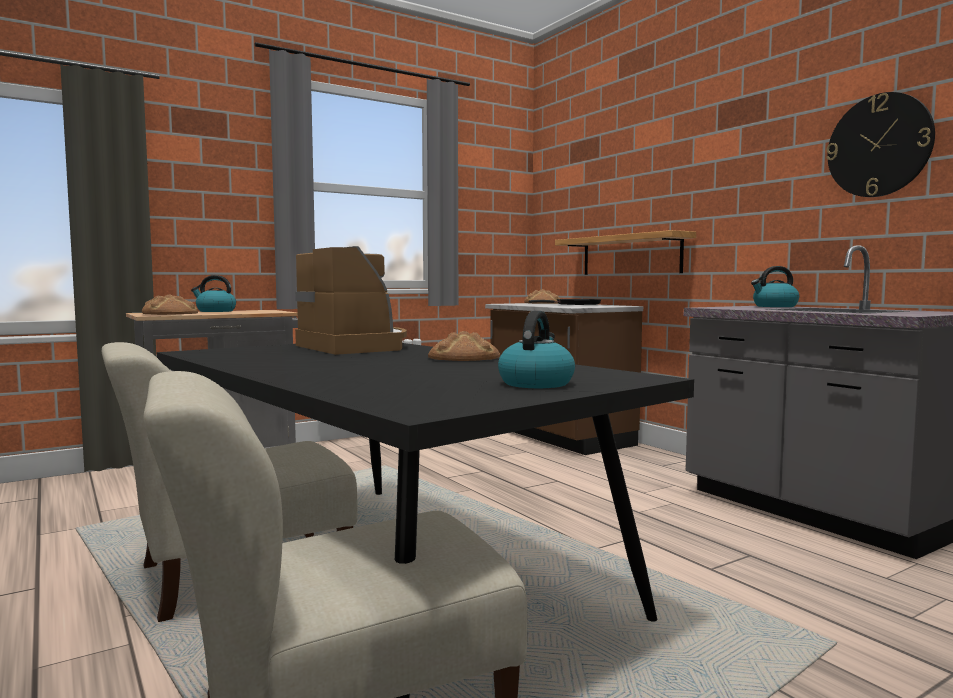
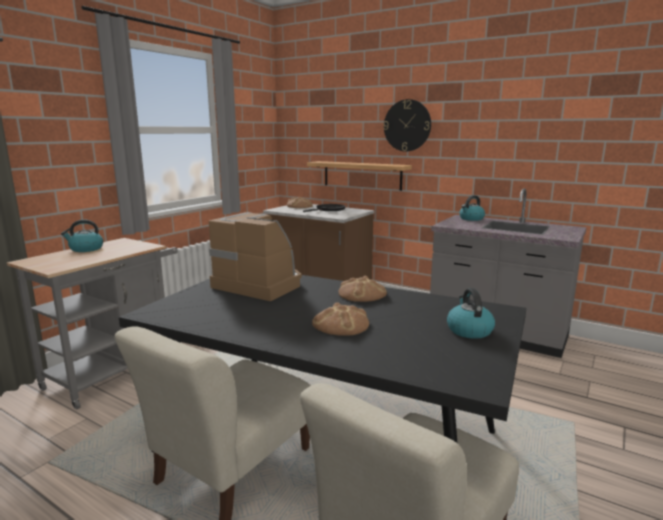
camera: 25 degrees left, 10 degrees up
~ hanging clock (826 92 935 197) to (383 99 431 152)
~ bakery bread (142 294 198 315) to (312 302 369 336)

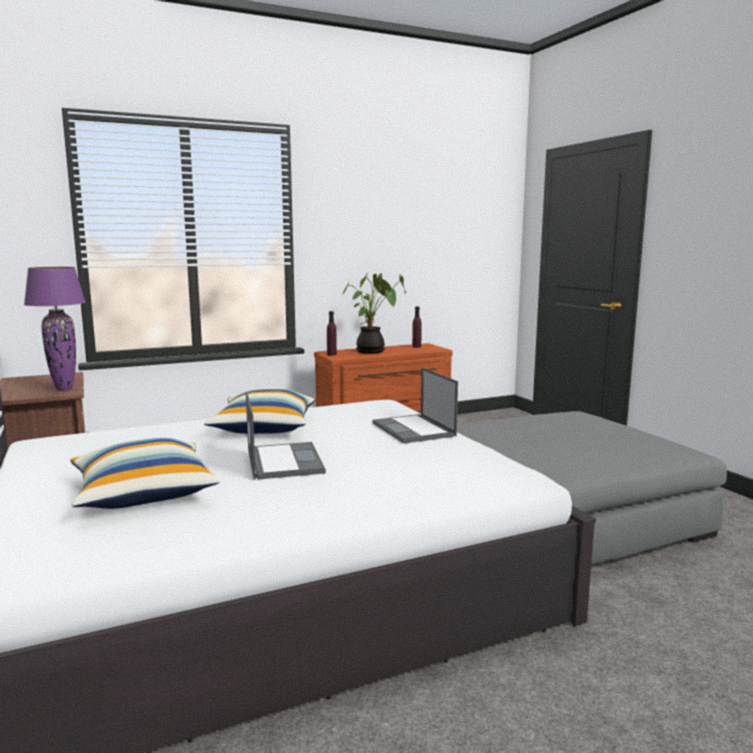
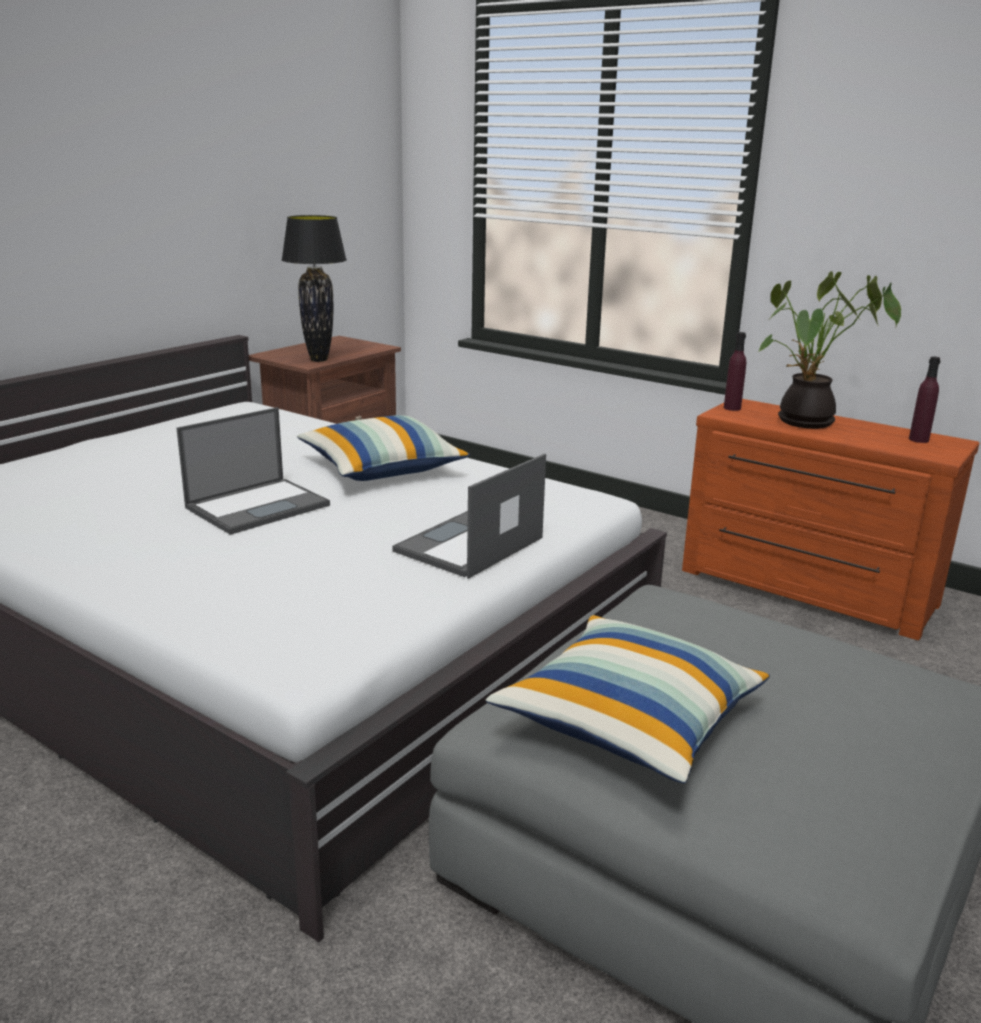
camera: 60 degrees right, 10 degrees up
~ table lamp in purple (24 267 86 391) to table lamp in black-coloured (281 215 347 362)
~ throw pillow (70 437 219 509) to (486 615 770 783)

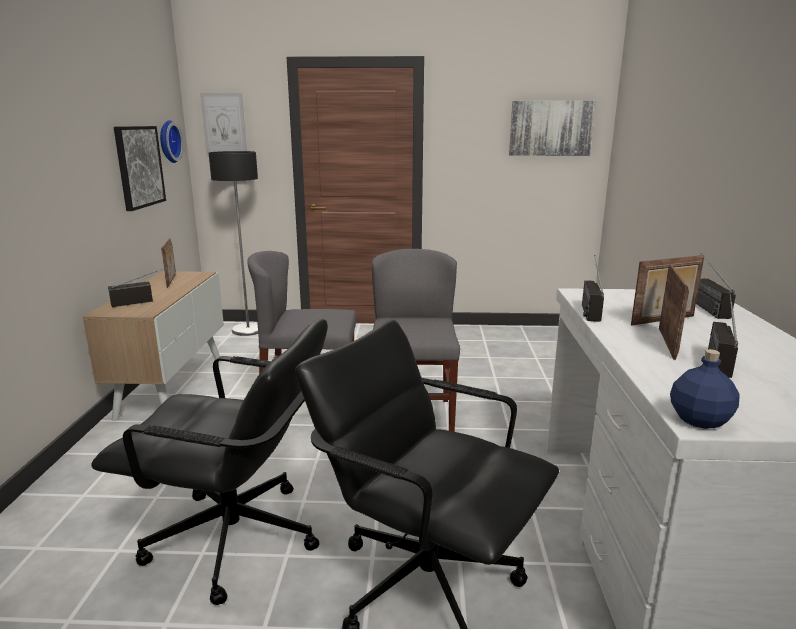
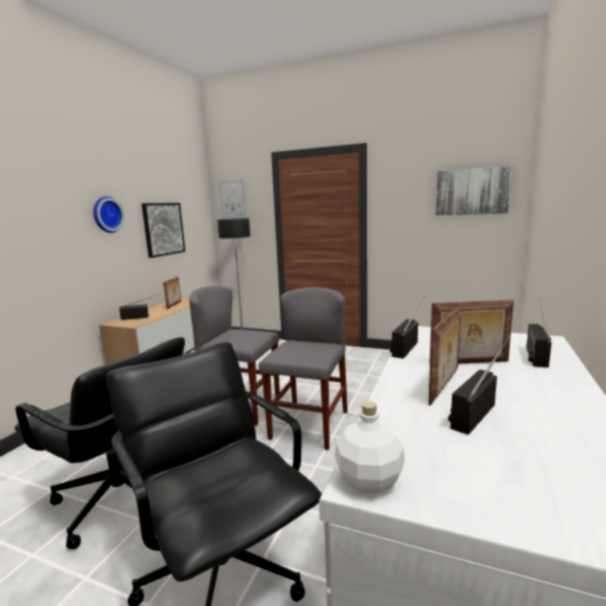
camera: 20 degrees right, 5 degrees down
~ hanging clock (160 120 183 163) to (93 196 124 233)
~ drink bottle in bluish (670 349 740 429) to drink bottle in whitish (335 401 405 493)

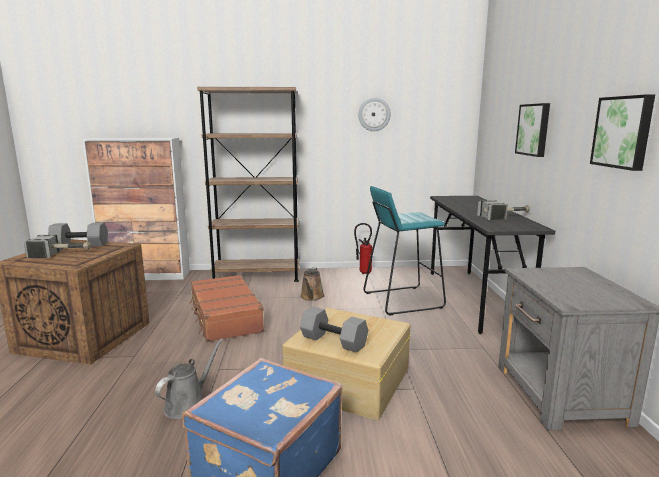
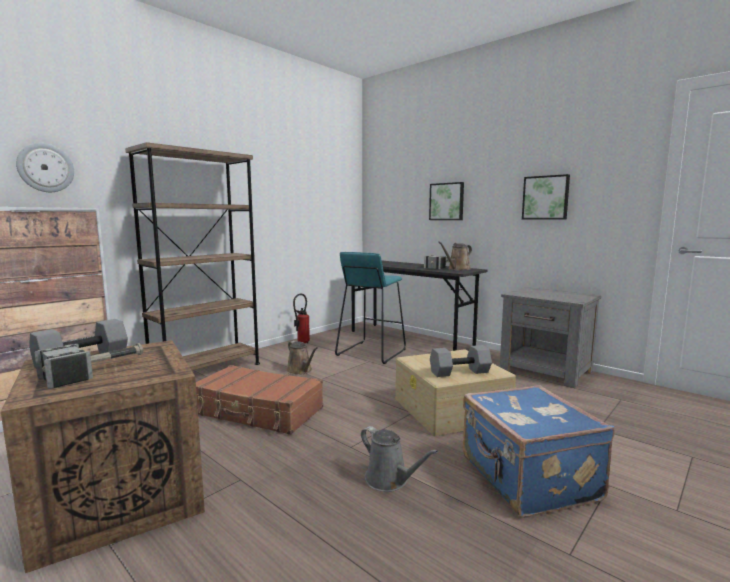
camera: 45 degrees left, 5 degrees down
~ hanging clock (358 98 391 131) to (16 143 74 192)
~ watering can in grey (155 339 223 419) = (361 426 438 492) 150 degrees clockwise
+ watering can in brown (438 241 472 270)

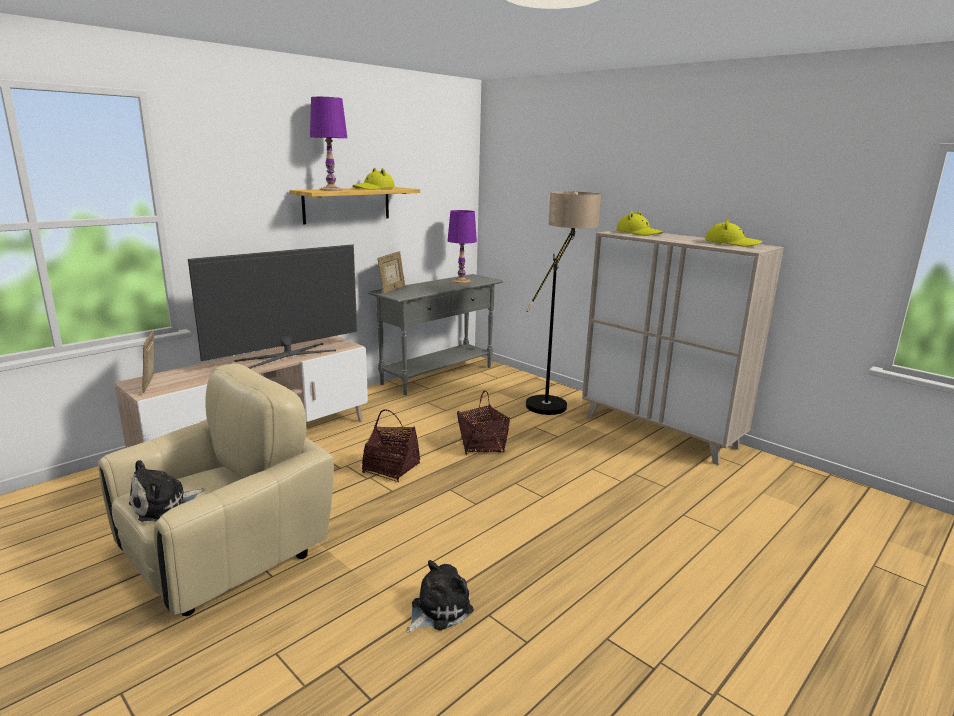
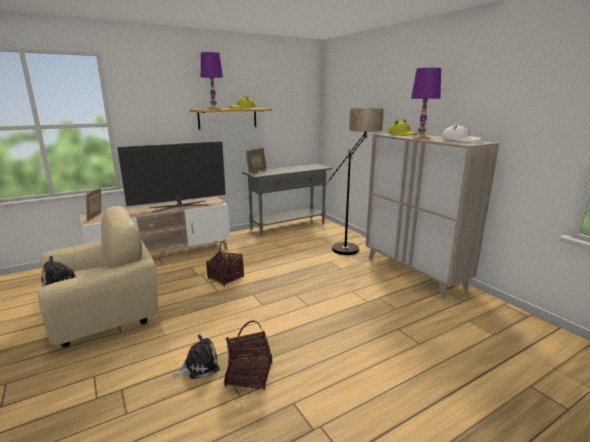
camera: 15 degrees right, 0 degrees up
~ table lamp in purple (448 210 477 283) to (411 68 441 139)
~ clothing hat in yellowish (705 218 763 247) to clothing hat in whitish (442 123 482 142)
~ household basket (457 390 510 455) to (224 320 272 390)

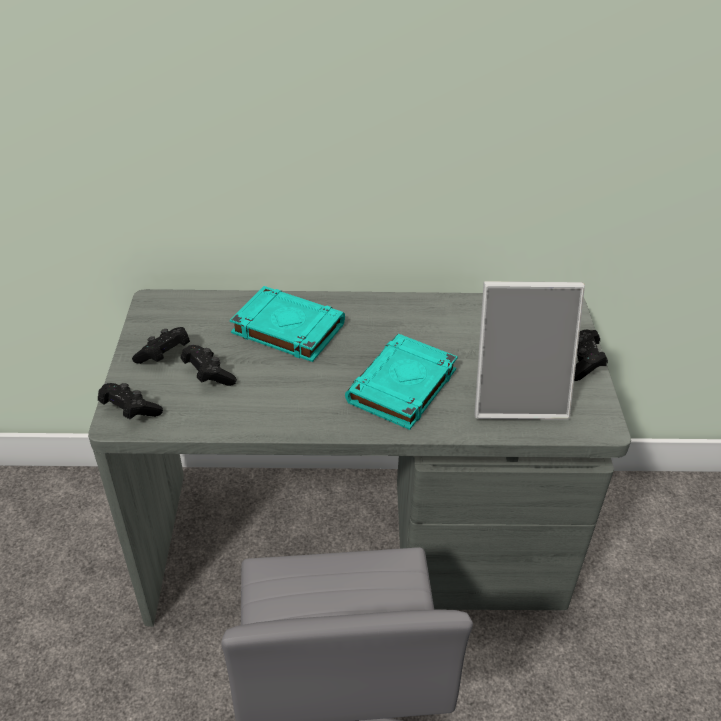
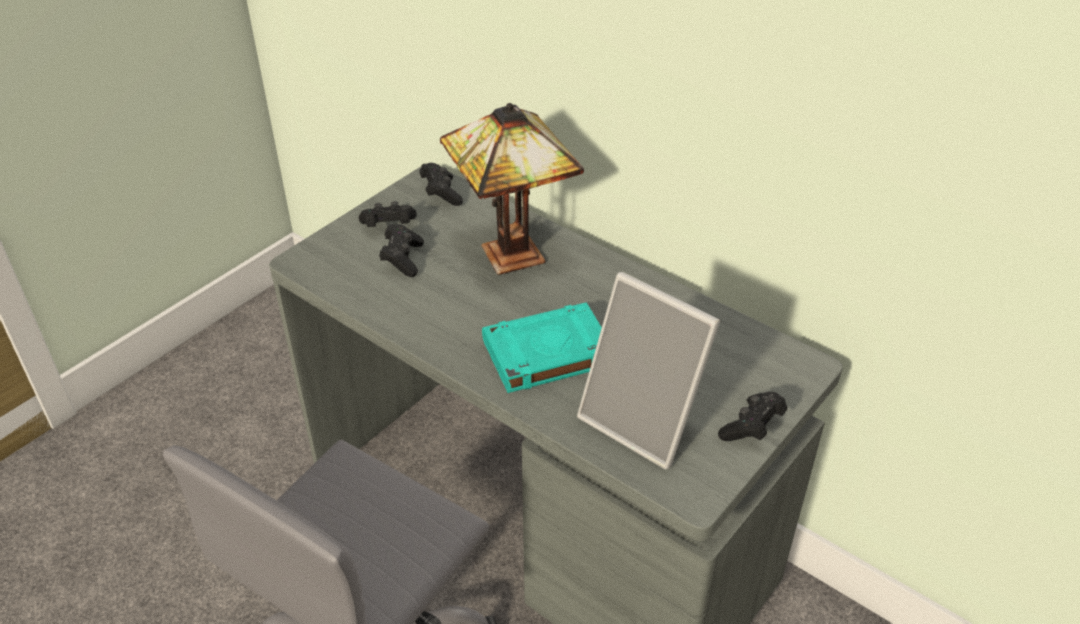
camera: 40 degrees right, 0 degrees up
~ book in blue-green (230 286 345 362) to table lamp (440 103 584 275)
~ game controller in black-coloured (98 383 163 419) to (419 163 463 206)

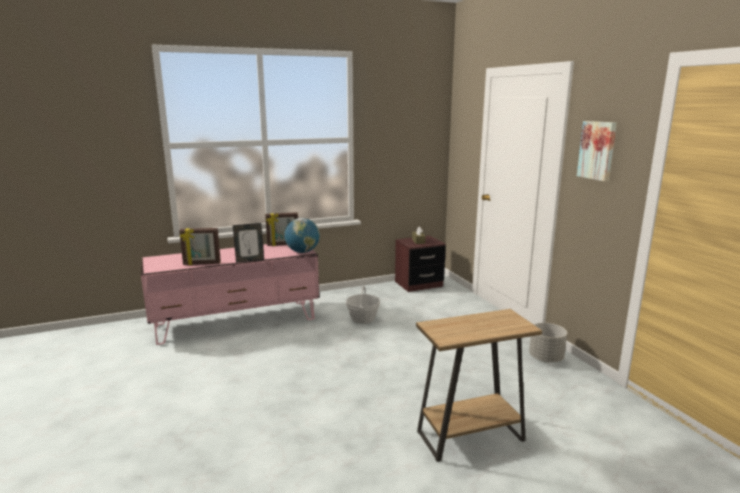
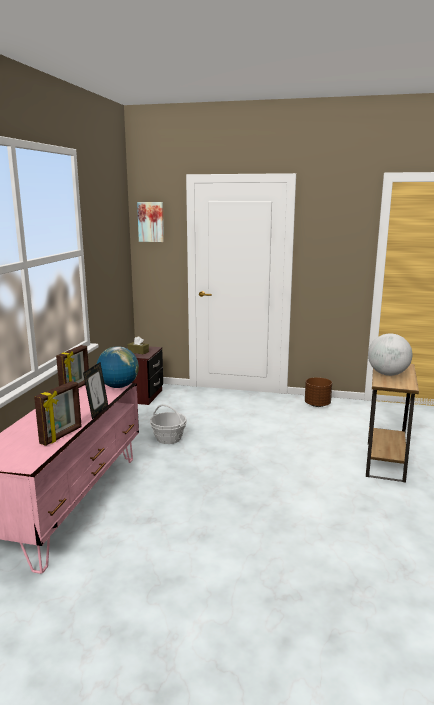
camera: 55 degrees left, 0 degrees up
~ picture (577 121 617 181) to (137 202 164 242)
~ flower pot in grey (529 323 567 363) to flower pot in brown (305 377 332 407)
+ world globe (368 333 412 376)

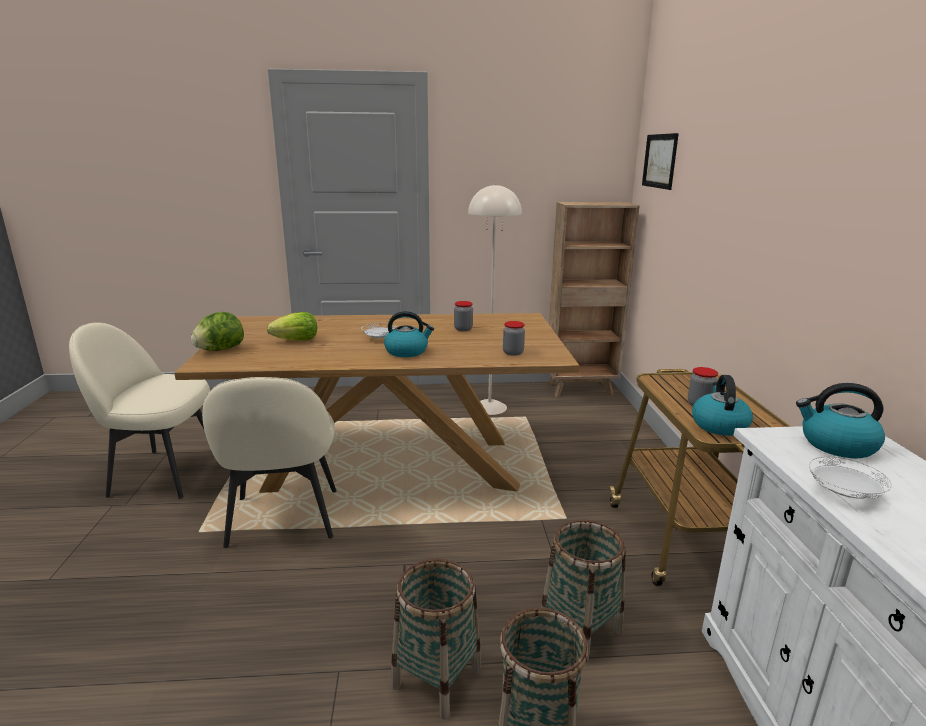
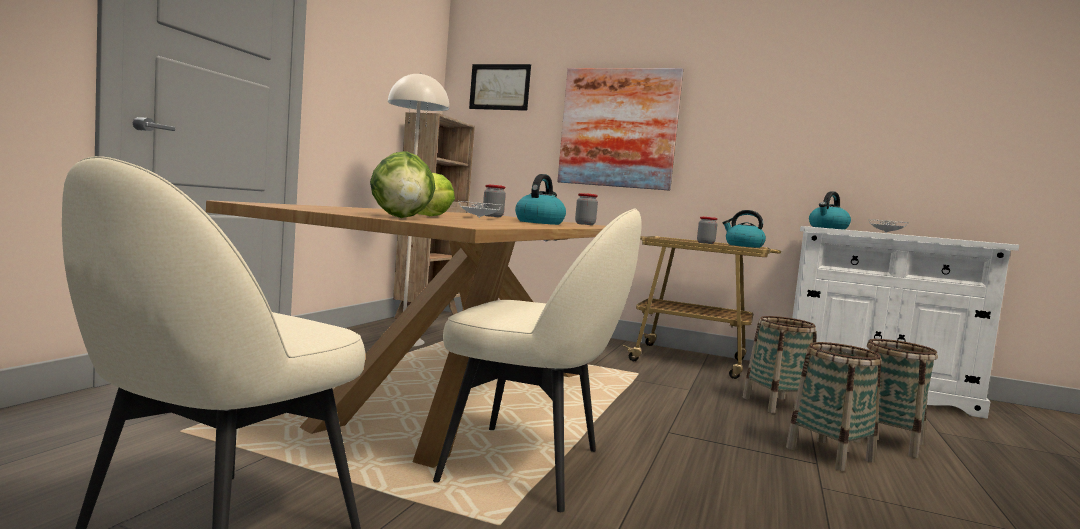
camera: 65 degrees left, 15 degrees down
+ picture (557 68 683 191)

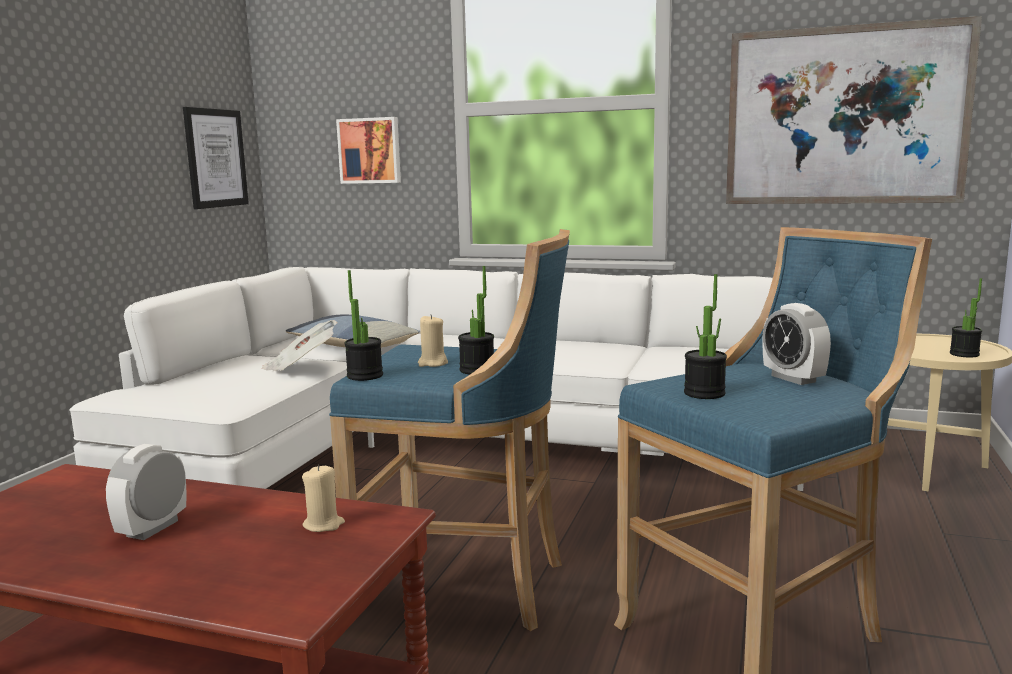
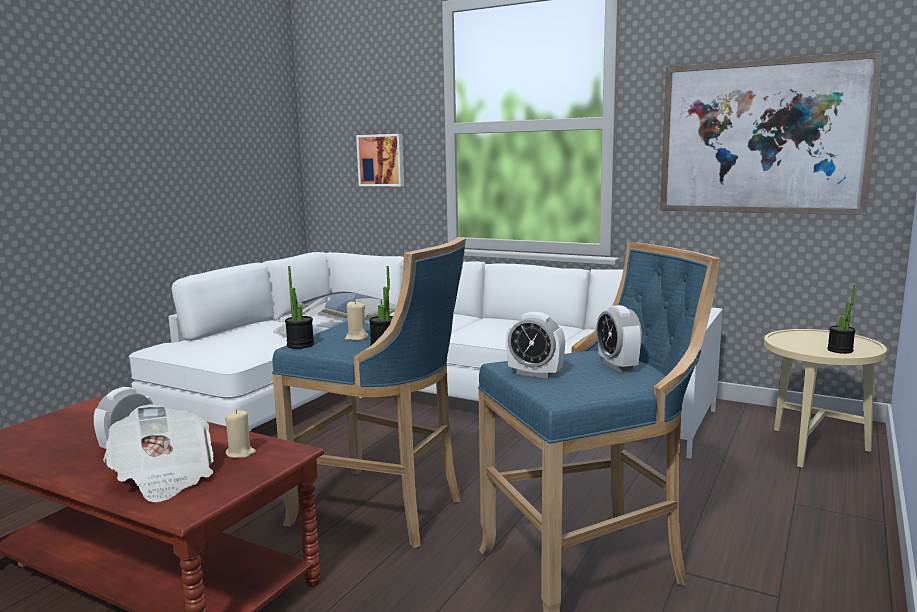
camera: 10 degrees right, 0 degrees up
- picture (183 107 249 209)
~ potted plant (684 274 727 399) to table clock (506 312 565 379)
+ printed paper (103 404 214 503)

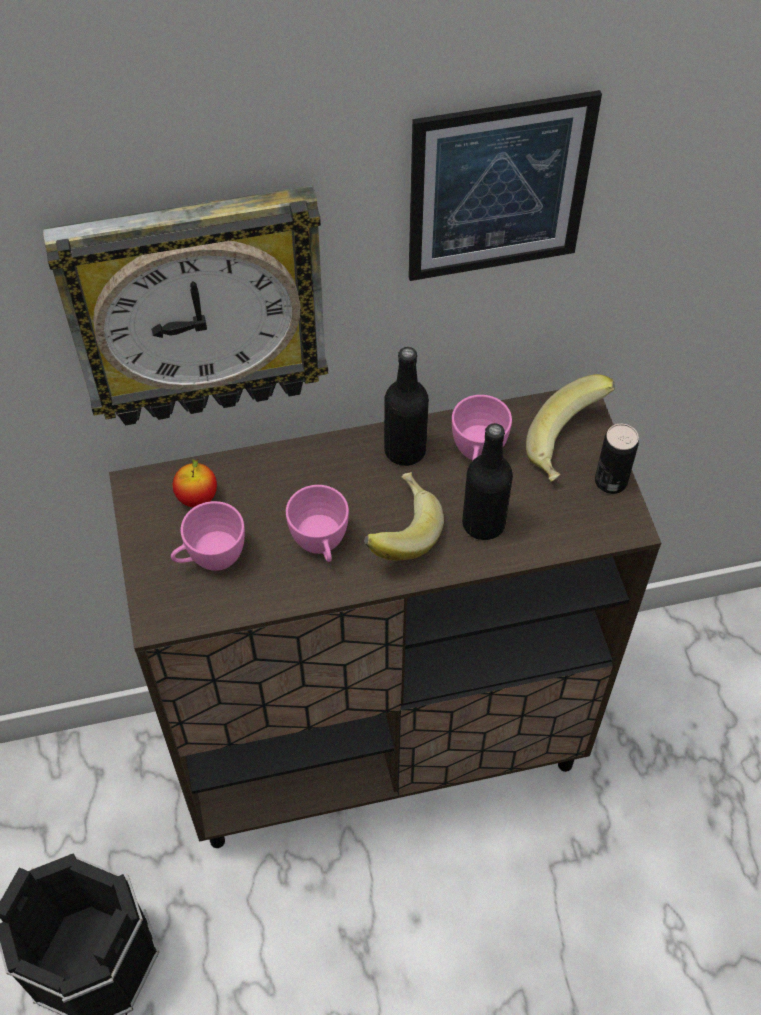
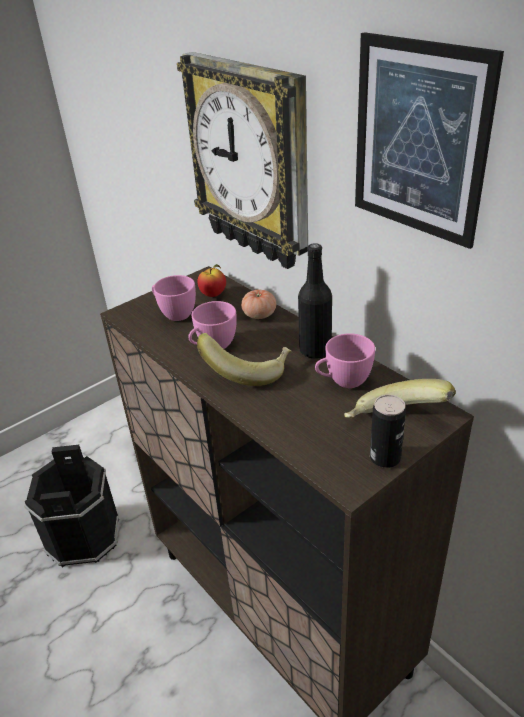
camera: 65 degrees right, 20 degrees down
- drink bottle in black-coloured (462 423 513 540)
+ whole tomato (241 290 276 319)

